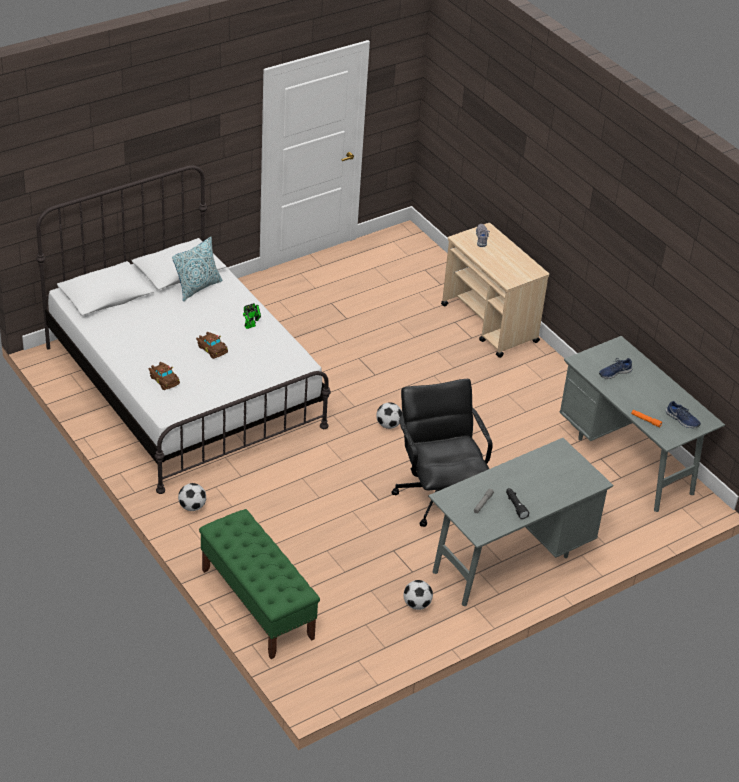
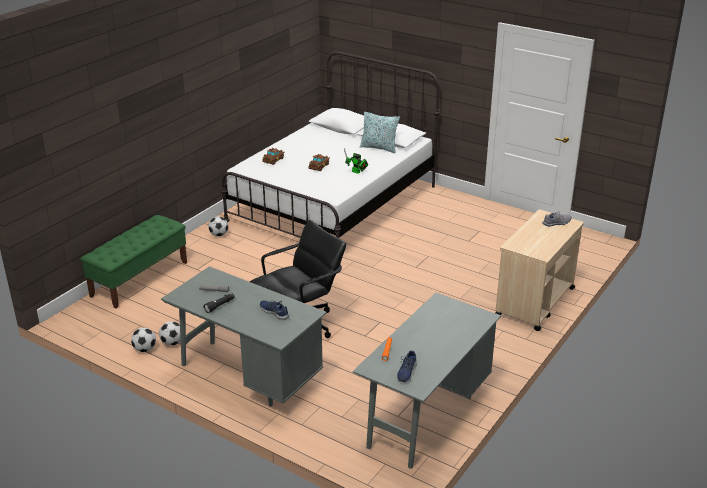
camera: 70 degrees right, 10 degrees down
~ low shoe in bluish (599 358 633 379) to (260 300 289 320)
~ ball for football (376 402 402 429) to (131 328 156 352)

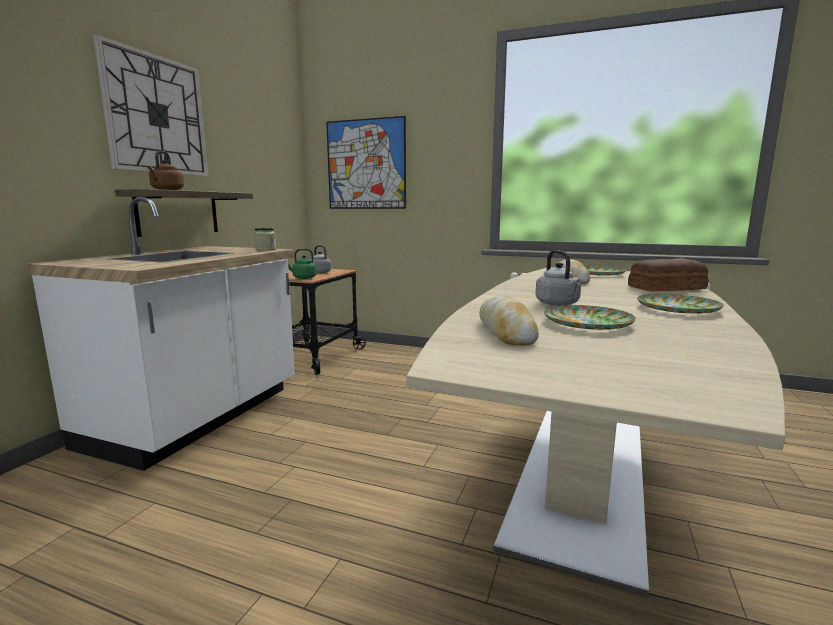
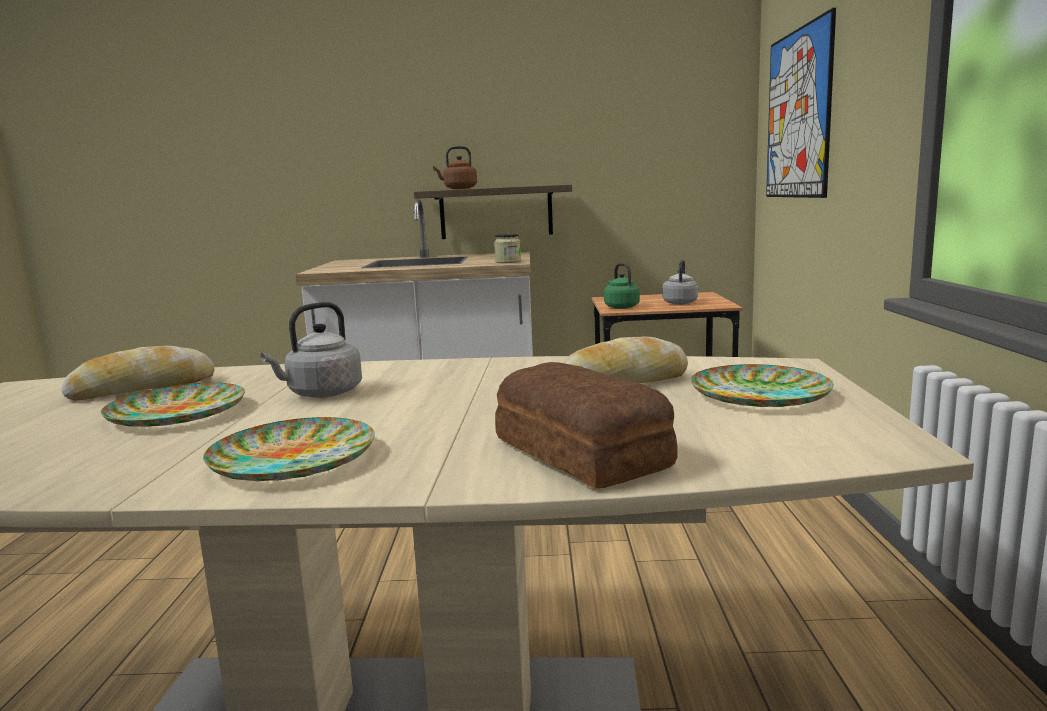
camera: 70 degrees right, 0 degrees up
- hanging clock (93 34 209 176)

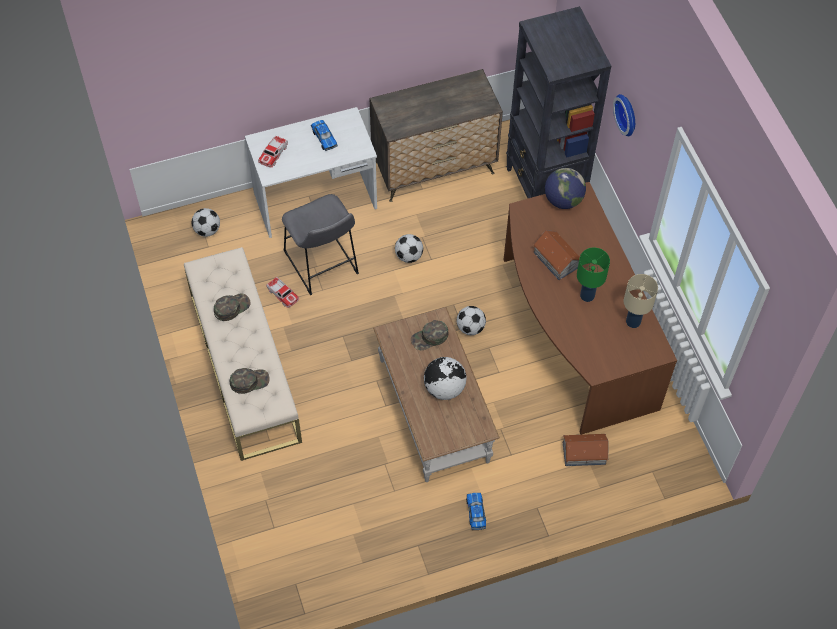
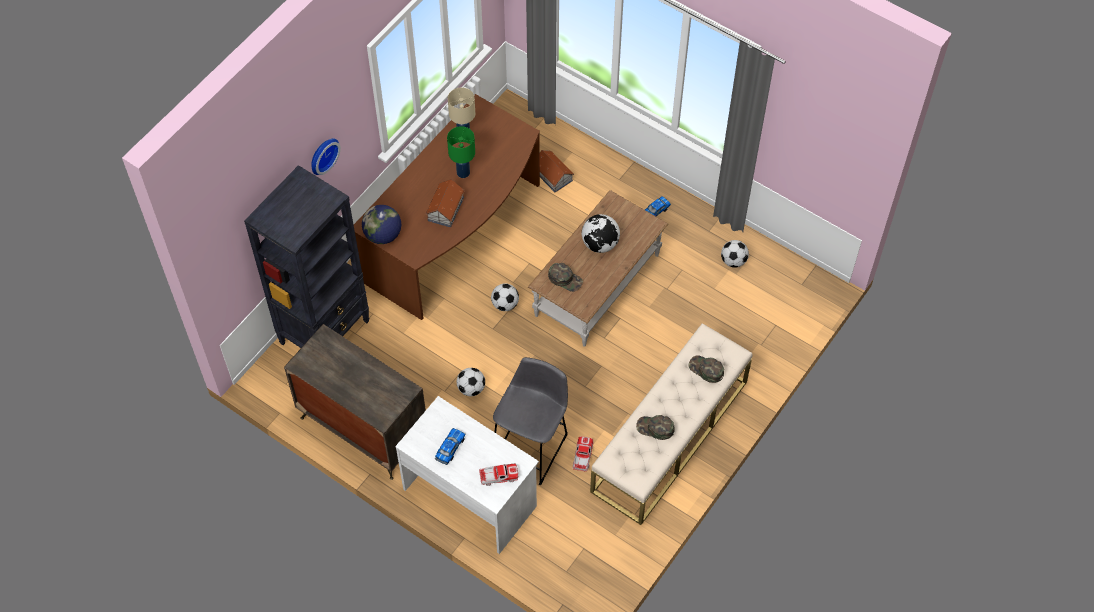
camera: 125 degrees left, 0 degrees up
~ ball for football (192 208 220 237) to (721 240 749 268)

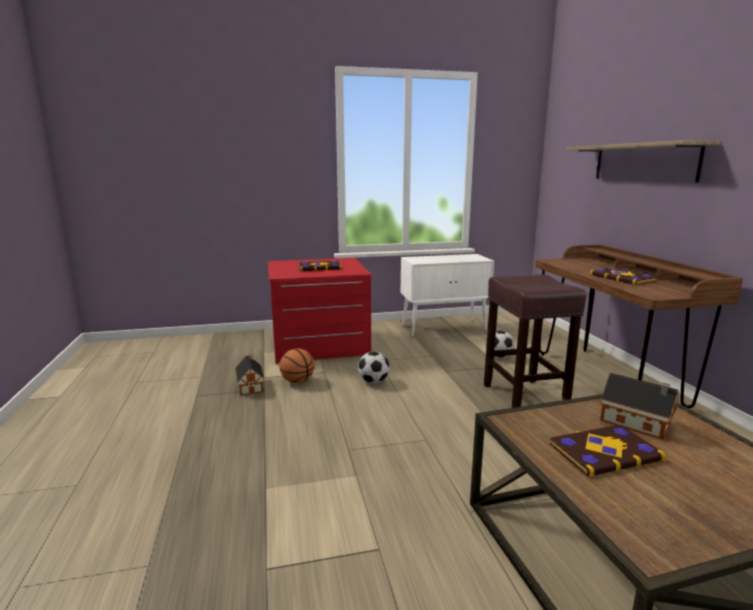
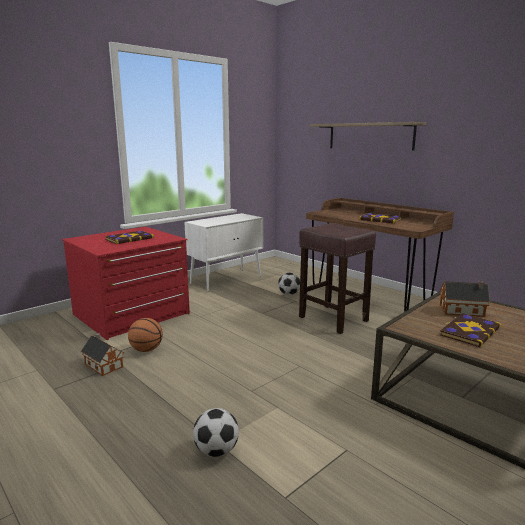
camera: 30 degrees left, 0 degrees up
~ ball for football (358 351 390 383) to (193 408 239 457)

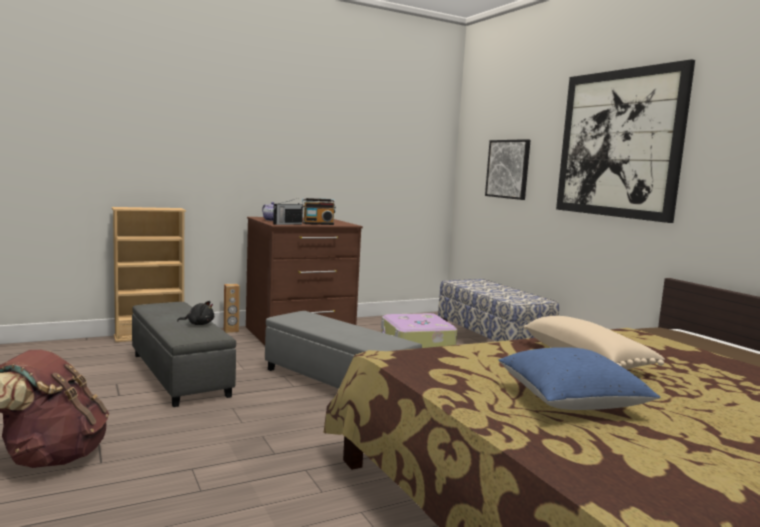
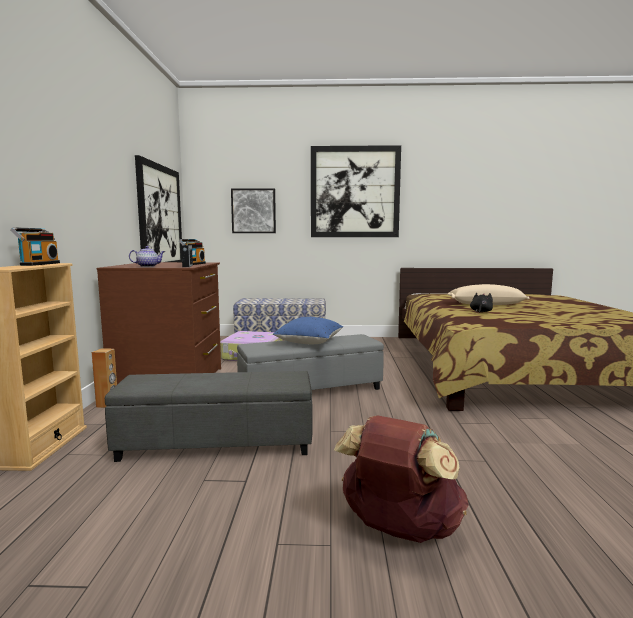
camera: 60 degrees left, 0 degrees up
~ soft toy in black-coloured (177 301 214 325) to (470 293 493 313)
~ throw pillow in bluish (499 347 660 410) to (273 317 343 344)
+ picture (135 155 182 262)
+ radio set (10 227 60 266)

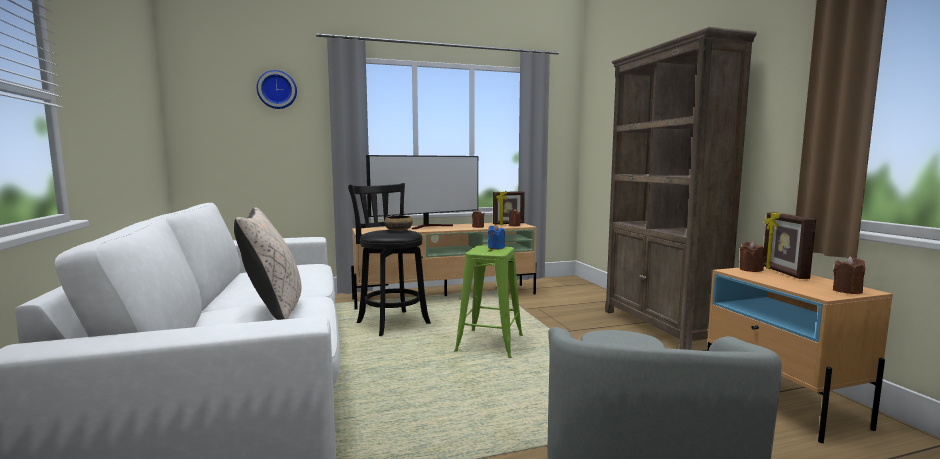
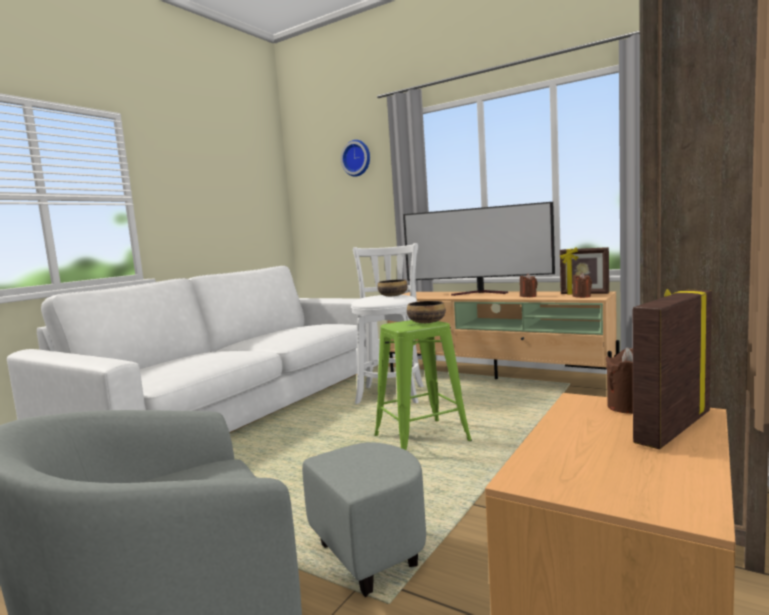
camera: 50 degrees right, 0 degrees up
~ stool in black-coloured (348 183 431 336) to stool in whitish (351 243 424 404)
- throw pillow in beige (234 207 302 320)
~ candle in bluish (488 225 505 249) to deep dish (407 301 446 323)
- candle in brown (833 257 865 294)

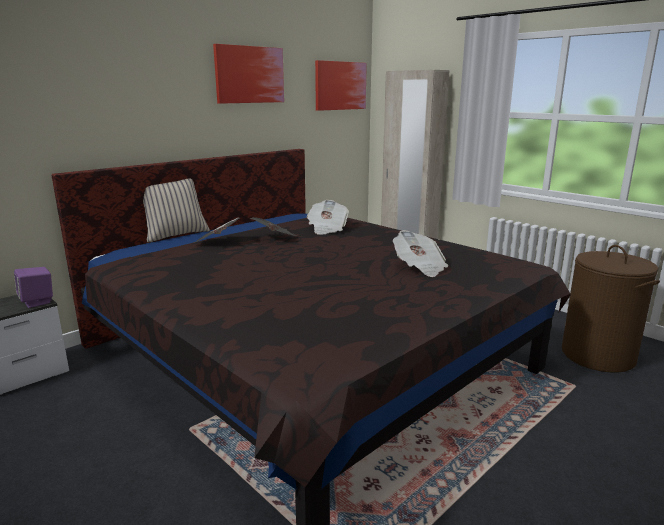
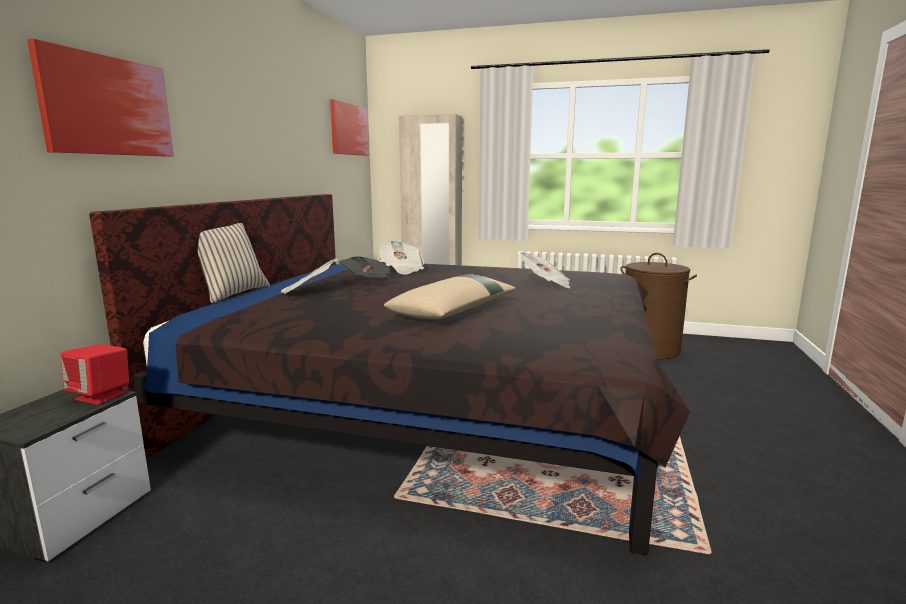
camera: 30 degrees left, 5 degrees down
~ picture (213 44 284 104) to (27 39 174 157)
~ loudspeaker in purple (14 267 53 308) to loudspeaker in red-coloured (61 344 129 405)
+ throw pillow in beige (384 275 516 319)

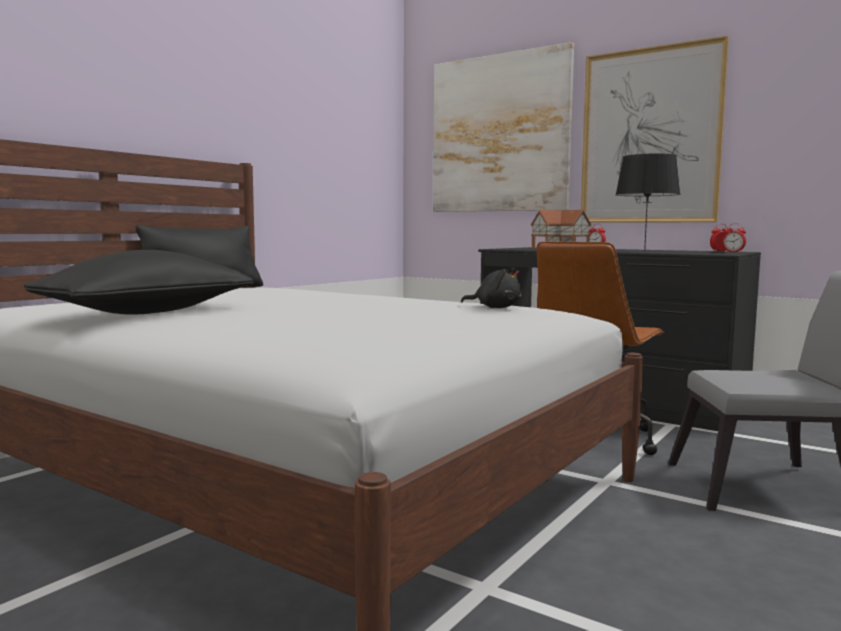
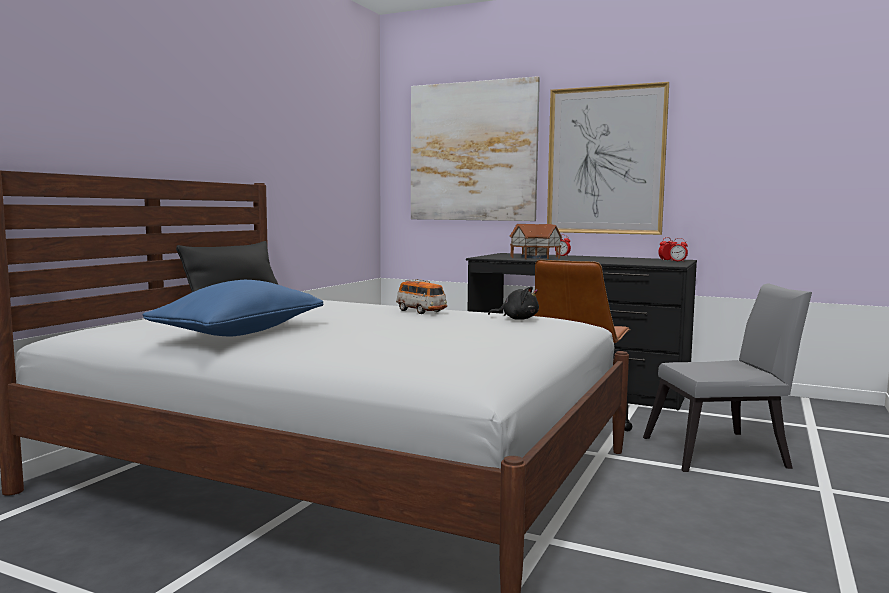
camera: 10 degrees left, 0 degrees up
- table lamp in black-coloured (615 153 681 251)
~ throw pillow in black-coloured (24 250 254 315) to throw pillow in bluish (143 280 323 336)
+ model car (396 279 447 314)

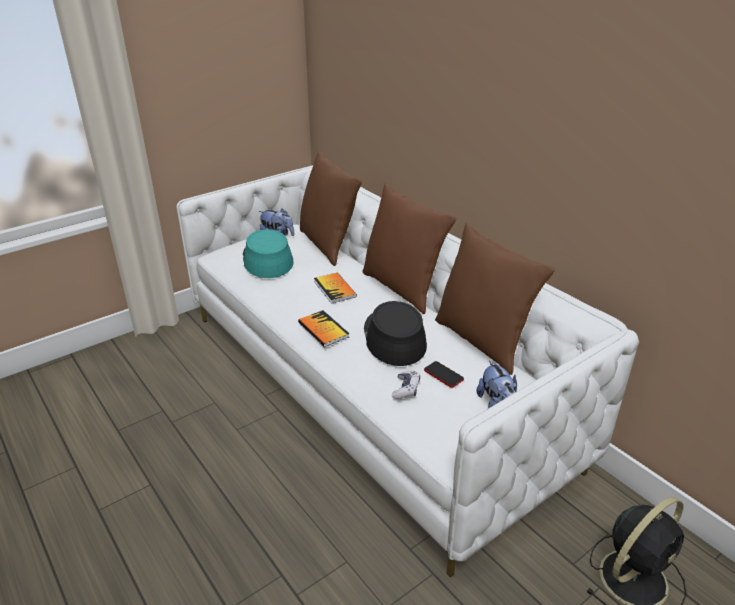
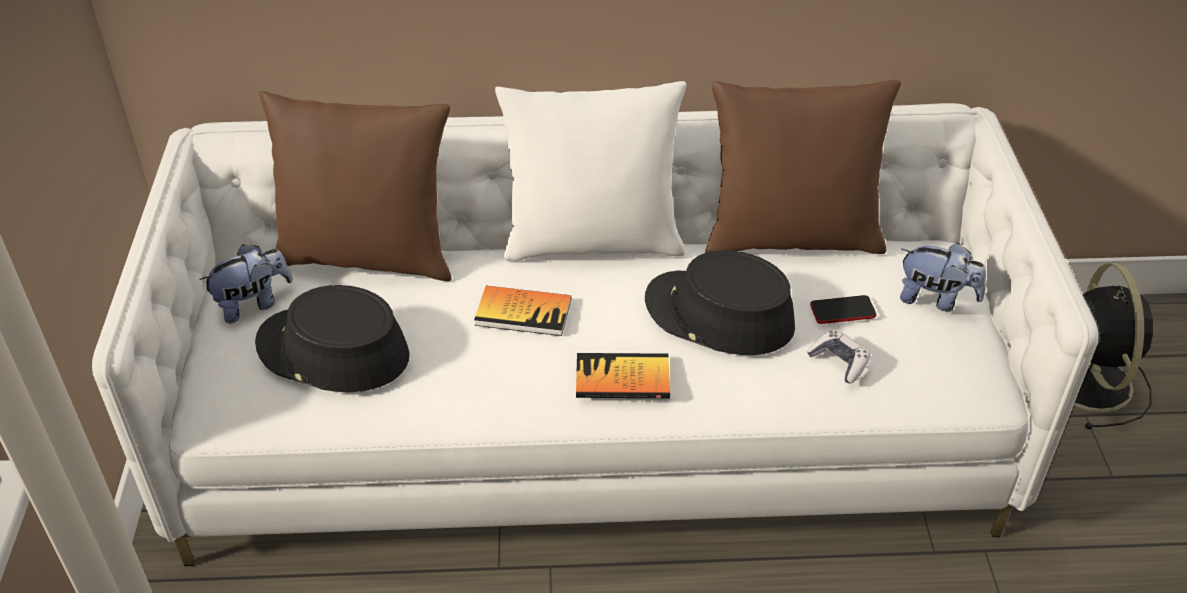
camera: 55 degrees left, 10 degrees up
~ throw pillow in brown (362 183 456 314) to throw pillow in whitish (495 81 687 261)
~ clothing hat in blue-green (243 229 294 278) to clothing hat in black-coloured (255 285 409 392)

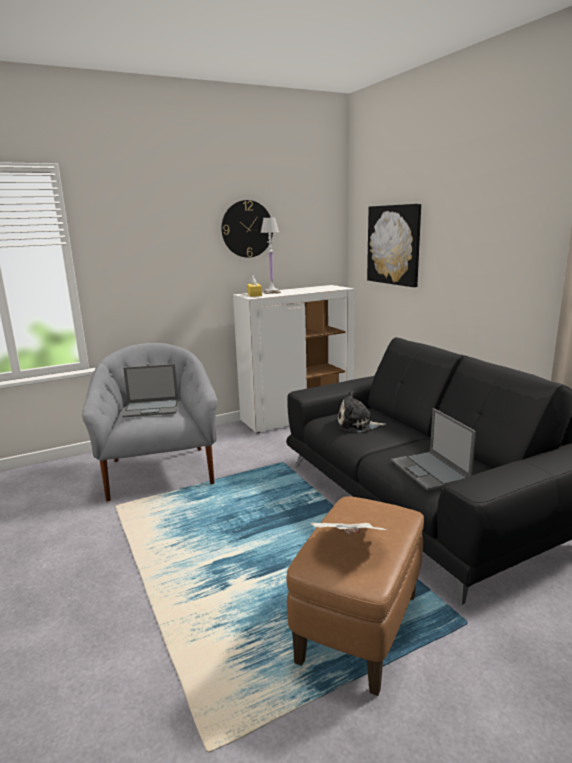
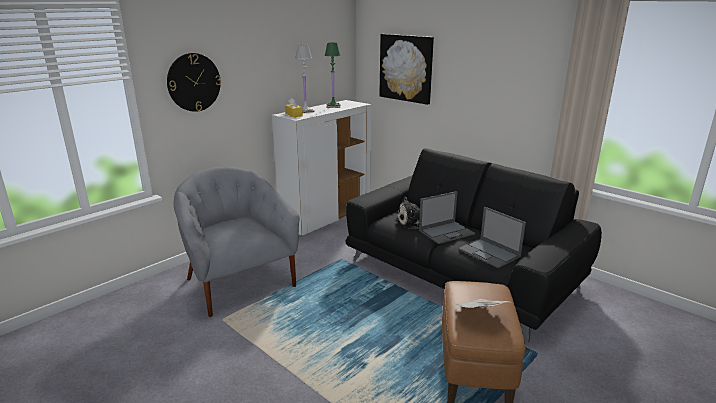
camera: 20 degrees left, 5 degrees up
~ hanging clock (221 200 273 258) to (167 53 221 112)
~ laptop (122 364 178 418) to (419 191 475 244)
+ table lamp in green (325 43 340 108)

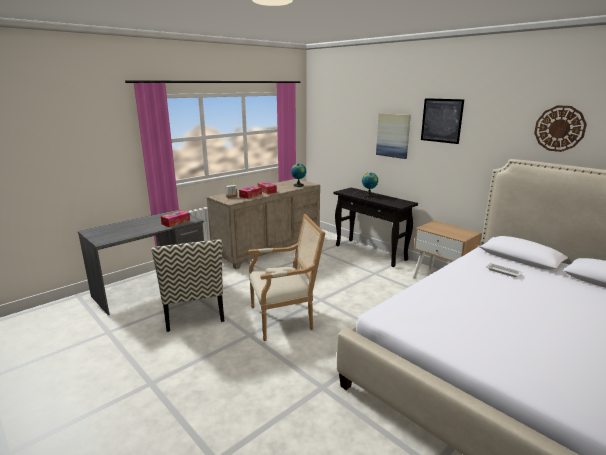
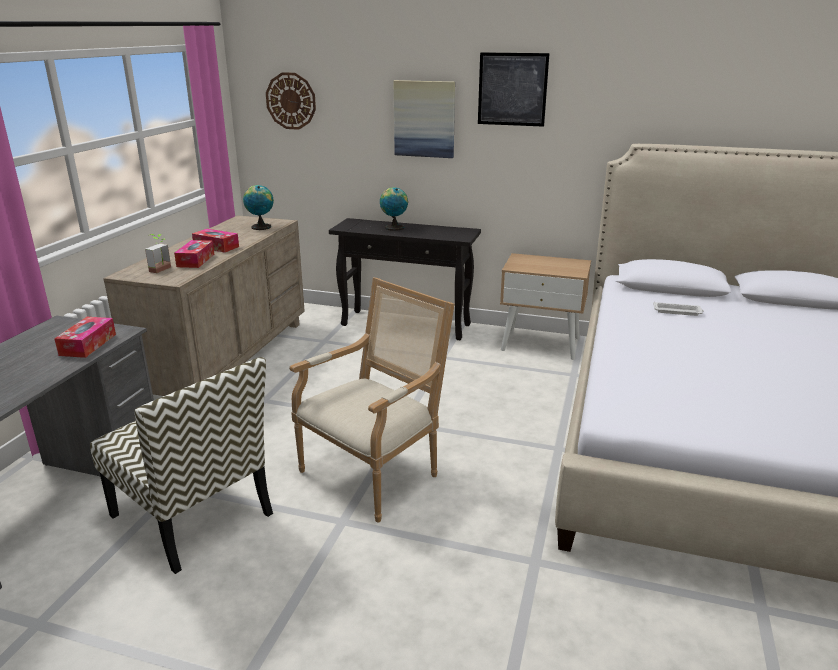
camera: 30 degrees left, 5 degrees up
~ hanging clock (534 105 587 152) to (266 72 316 130)

